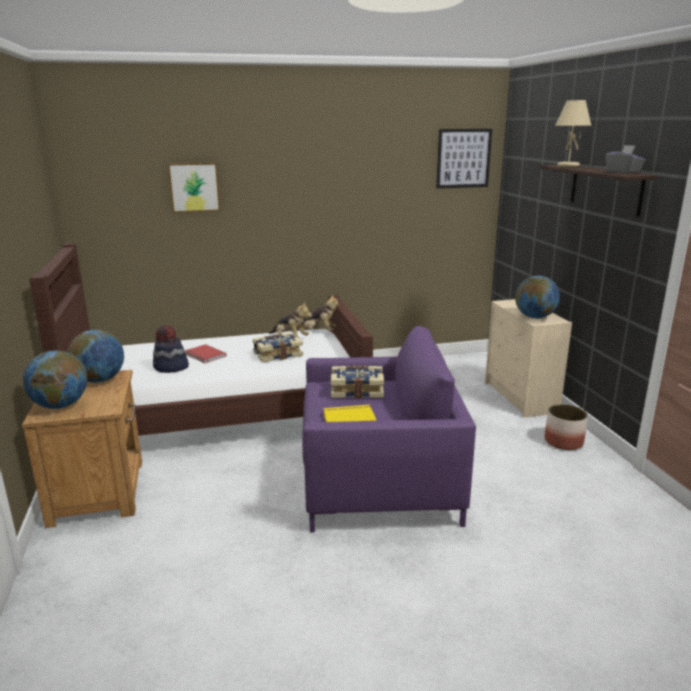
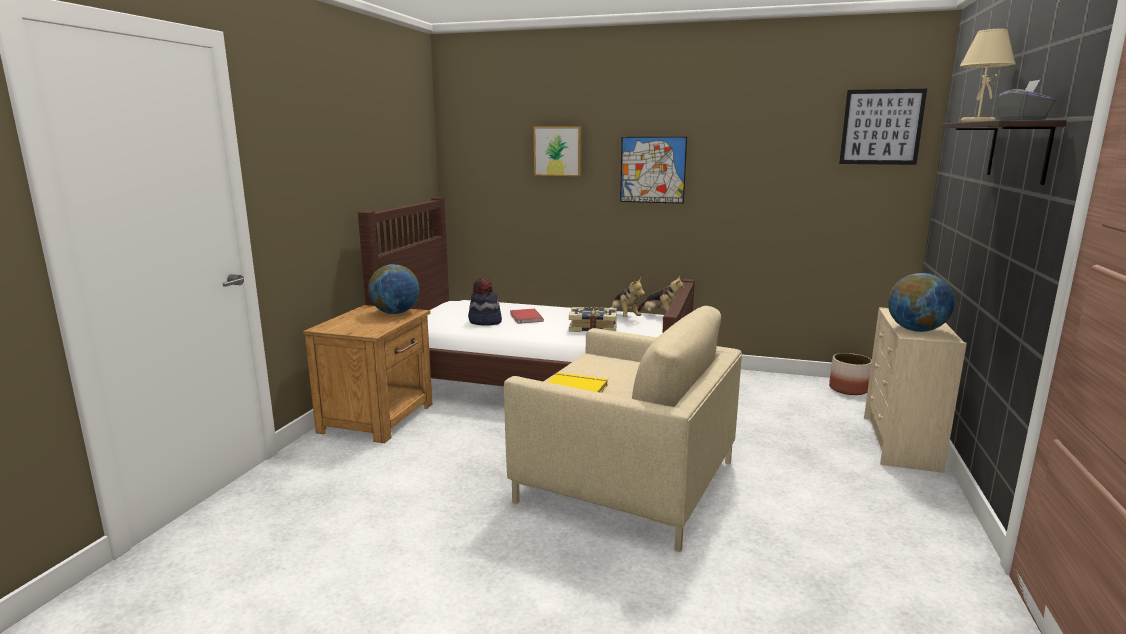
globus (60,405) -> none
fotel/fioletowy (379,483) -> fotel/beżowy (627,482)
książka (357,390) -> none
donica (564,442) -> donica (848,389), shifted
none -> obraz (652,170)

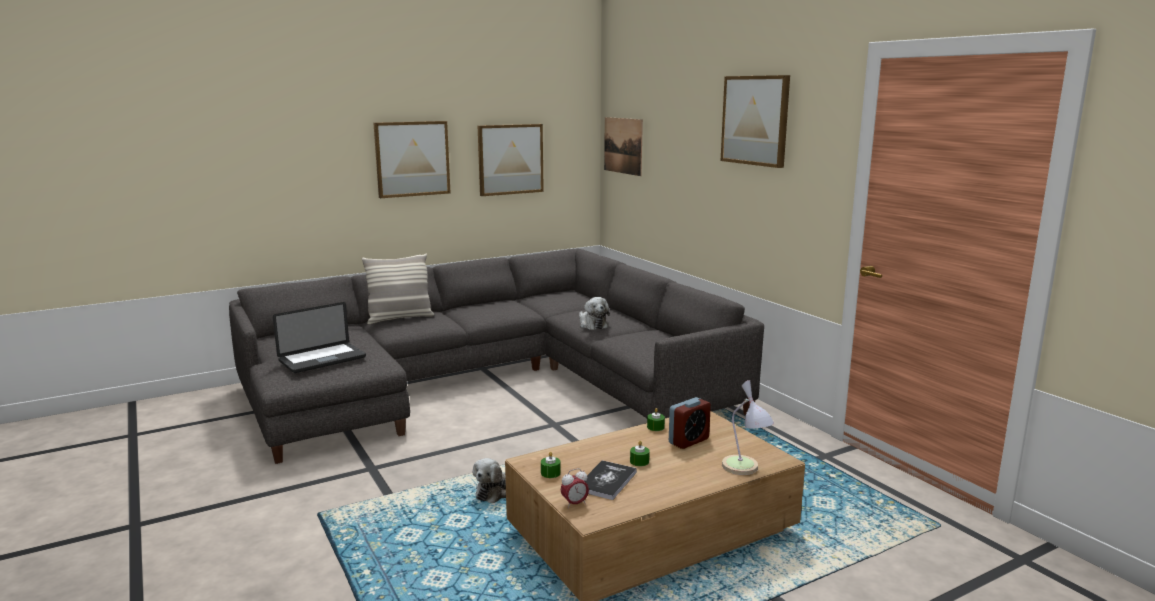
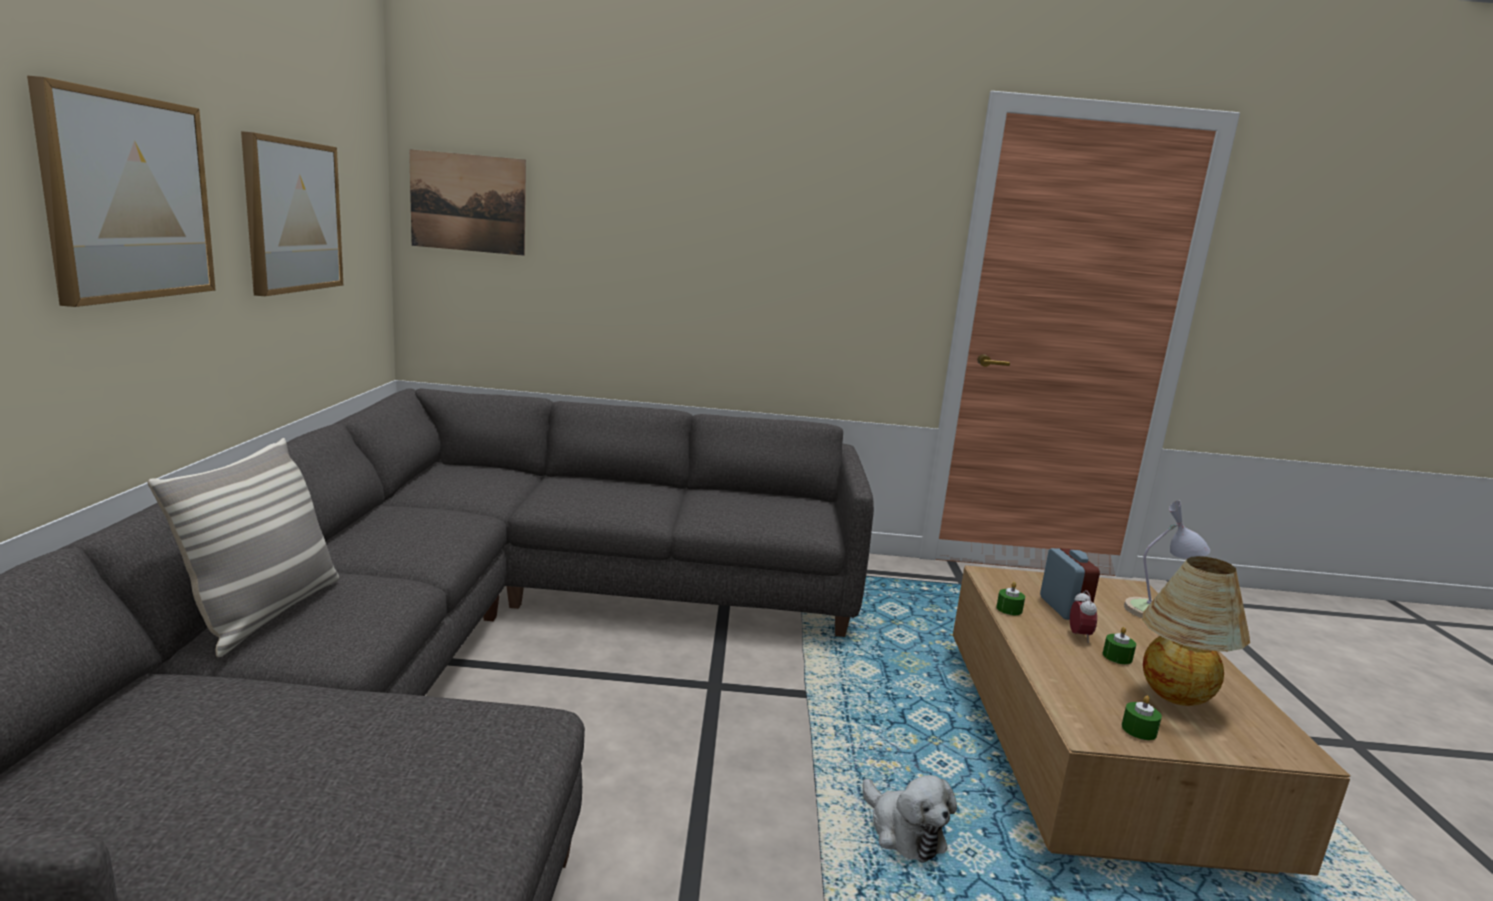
laptop (322,359) -> none
budzik (574,504) -> budzik (1079,636), shifted
pluszak (592,325) -> none
książka (606,481) -> lampa stołowa (1176,699)
obraz (755,120) -> none

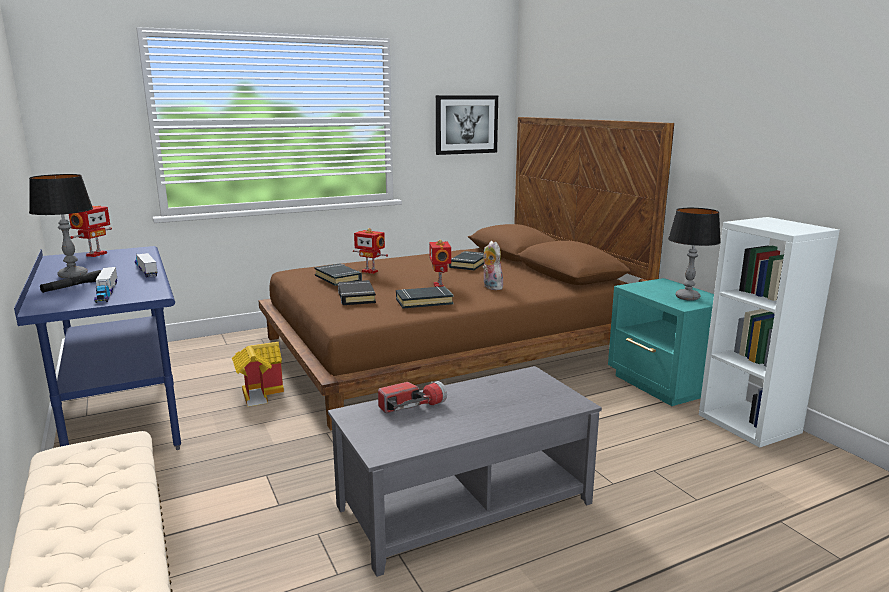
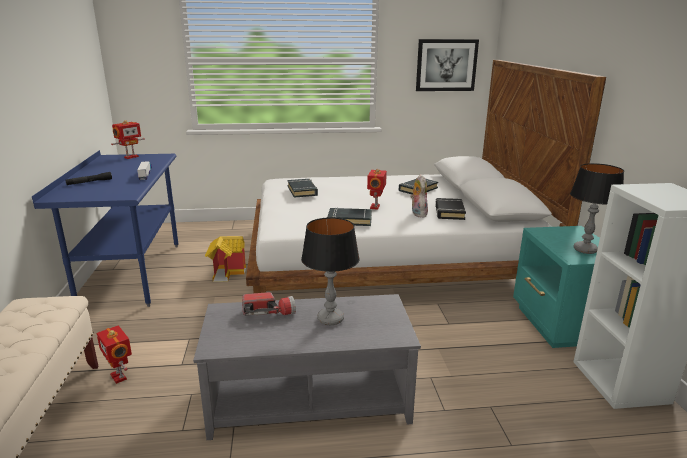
lampa stołowa (73,275) -> lampa stołowa (330,319), shifted
ciężarówka zabawkowa (107,292) -> none
łóżko/brązowy (447,348) -> łóżko/biały (389,258)
książka/czarny (356,297) -> książka/czarny (449,212), shifted
robot zabawkowy (370,271) -> robot zabawkowy (120,376), shifted

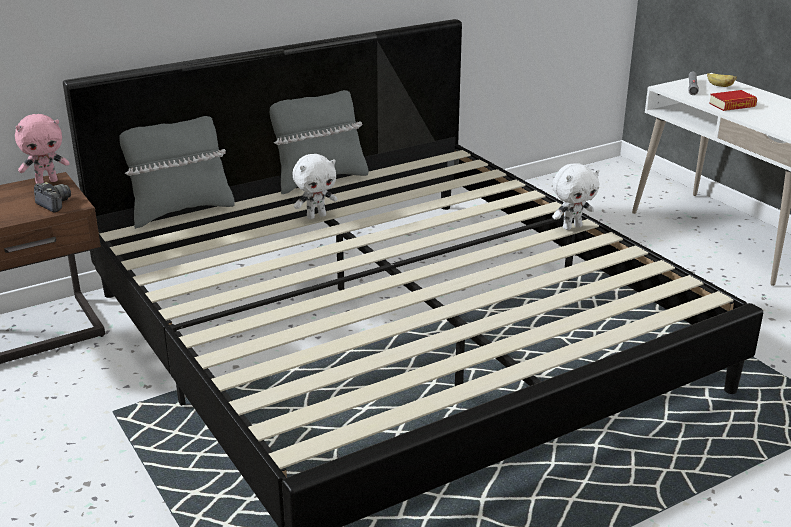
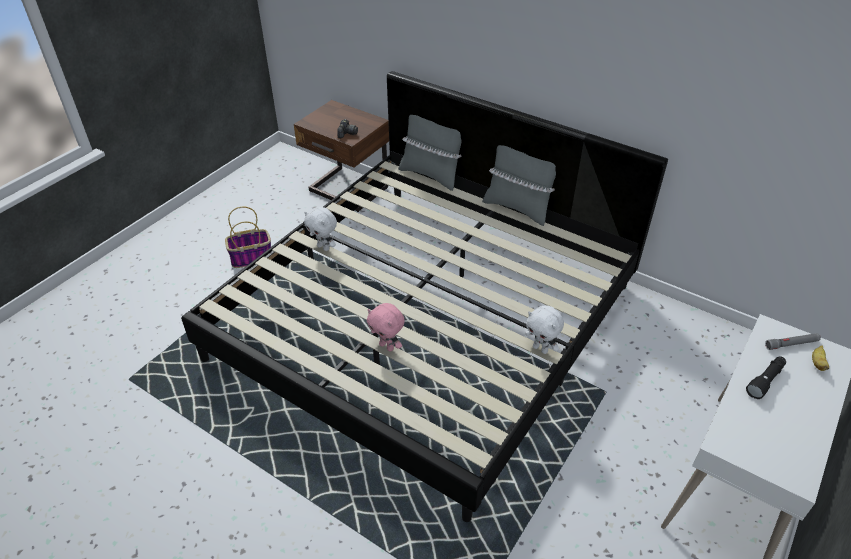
pluszak/różowy (47,181) -> pluszak/różowy (387,346), shifted
pluszak/biały (316,216) -> pluszak/biały (324,247), shifted
książka (732,105) -> latarka/czarny (765,380)
none -> koszyk (252,258)

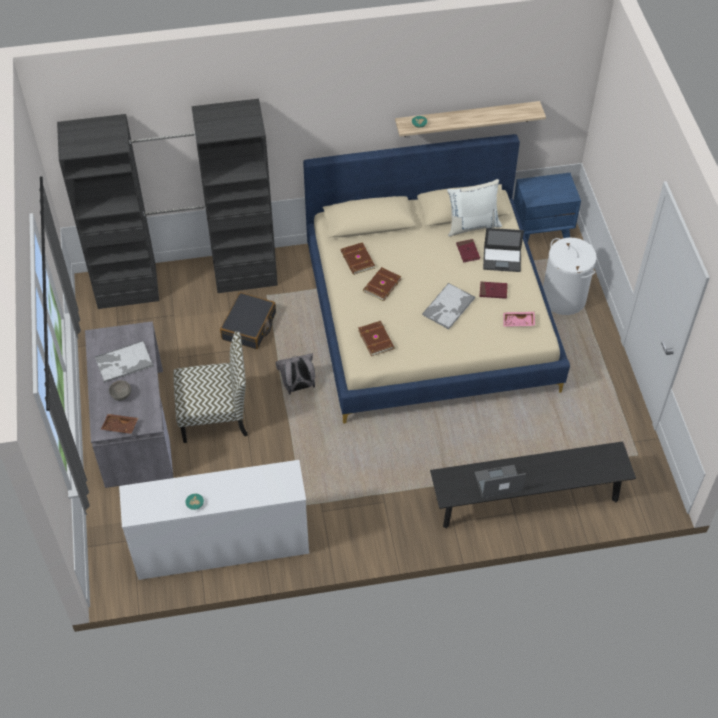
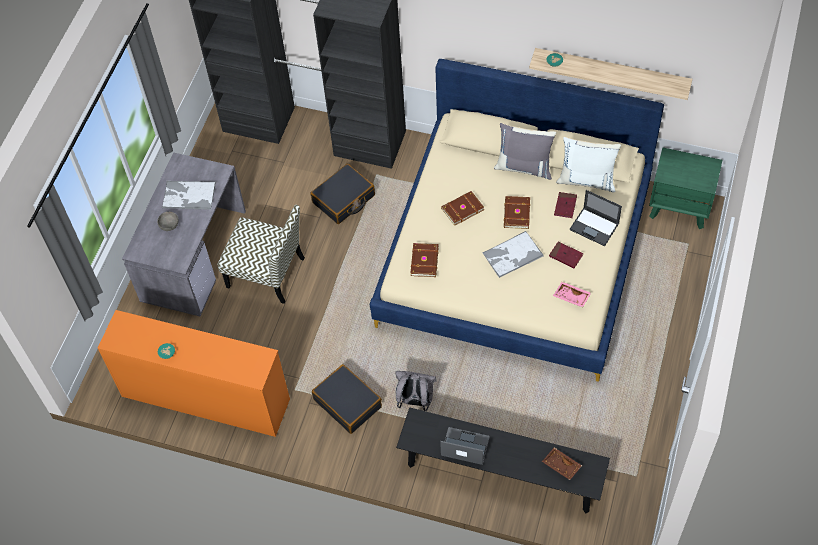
taca/brązowy (120,427) -> taca/brązowy (561,466), shifted
komoda/biały (221,547) -> komoda/pomarańczowy (205,397)
plecak/szary (298,387) -> plecak/szary (415,401), shifted
książka/brązowy (357,260) -> książka/brązowy (516,214), shifted
szafka nocna/niebieski (542,230) -> szafka nocna/zielony (680,207)
kosz na pranie/biały (564,298) -> none
none -> walizka/czarny (348,403)
none -> poduszka/szary (524,166)

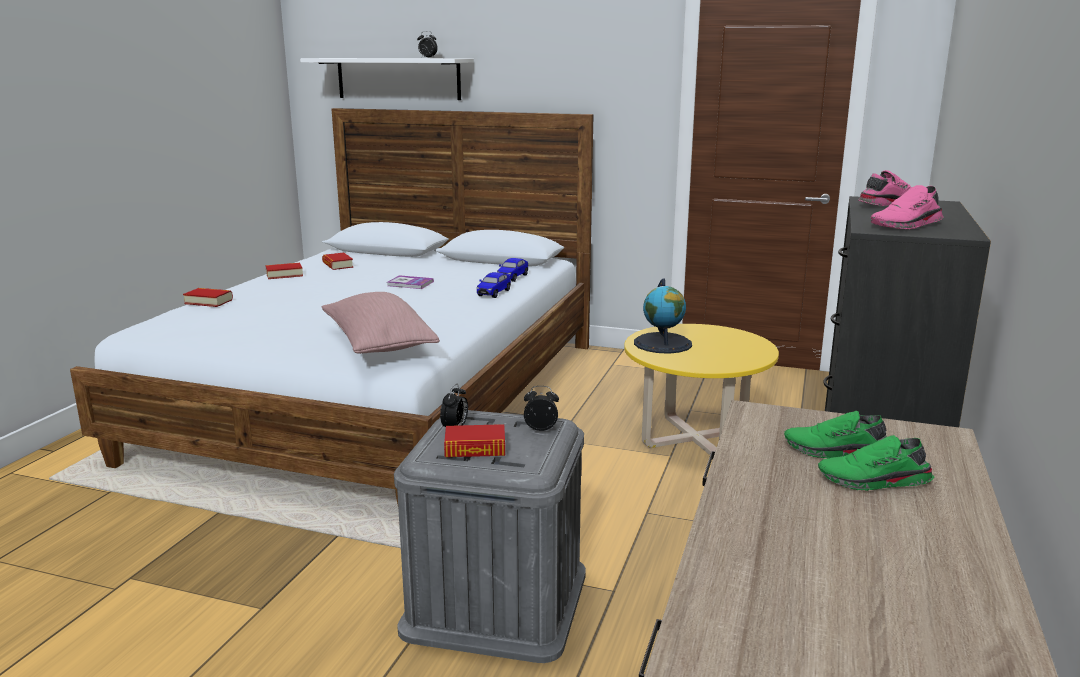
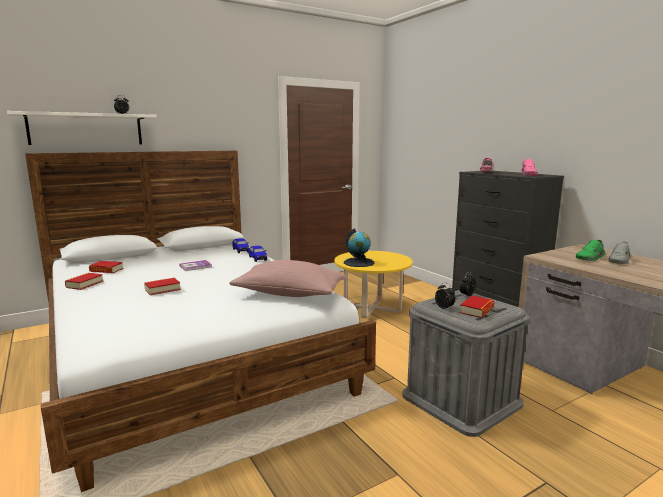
książka (208,301) -> książka (162,289), shifted
but/zielony (874,482) -> but/szary (620,261)

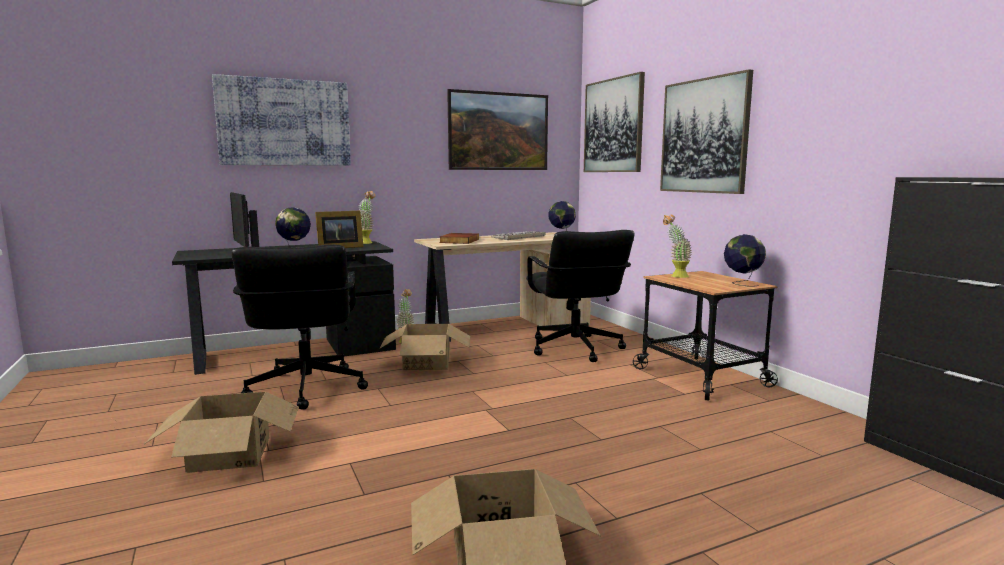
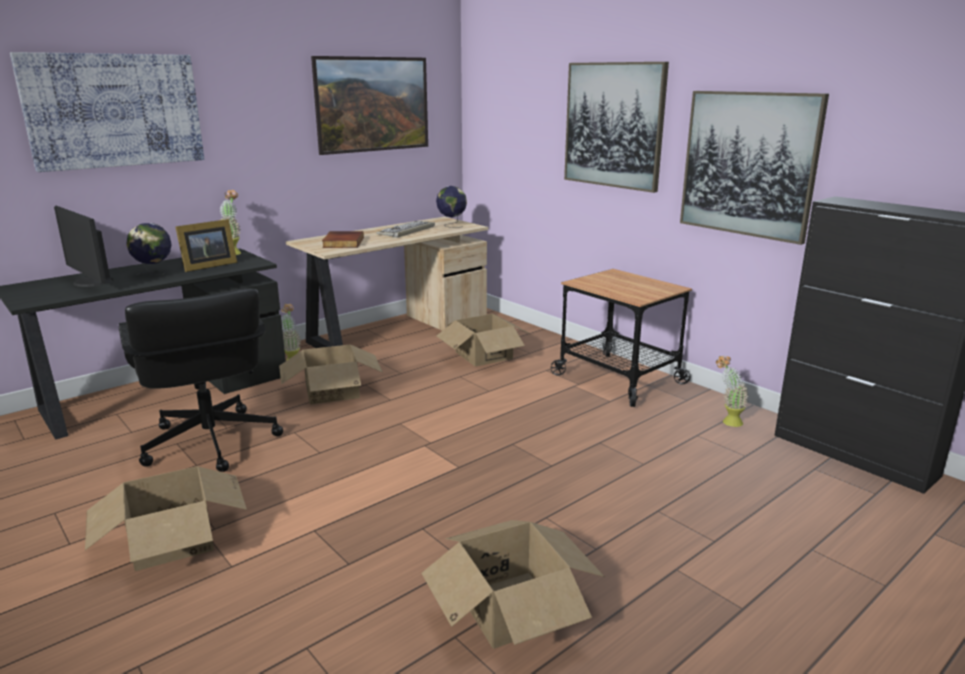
krzesło biurowe/czarny (574,349) -> karton (483,355)
obraz (613,126) -> obraz (748,164), shifted
roślina doniczkowa (675,276) -> roślina doniczkowa (727,422), shifted
globus (742,283) -> none

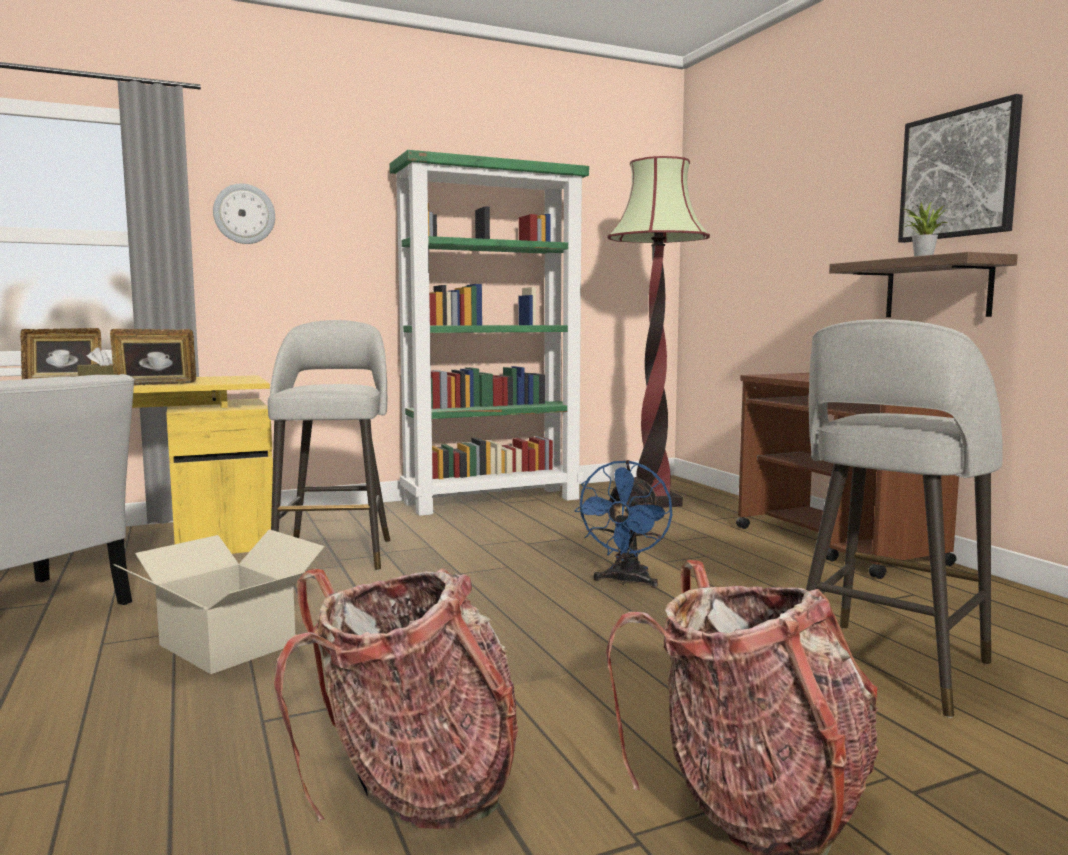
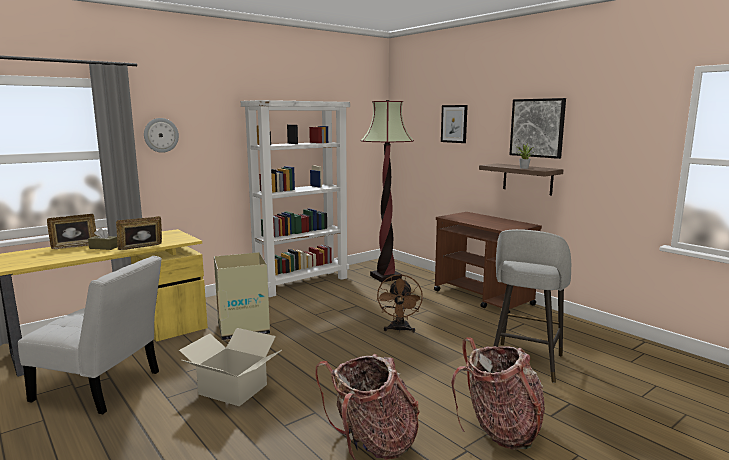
stołek/szary (335,554) -> karton (243,328)
regał/zielony (493,500) -> regał/biały (302,283)
wentylator/niebieski (626,581) -> wentylator/brązowy (399,330)
none -> obraz (454,124)

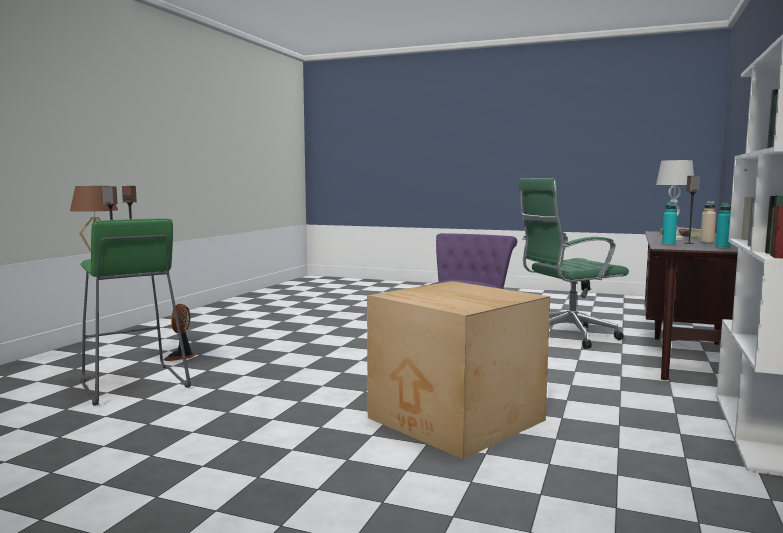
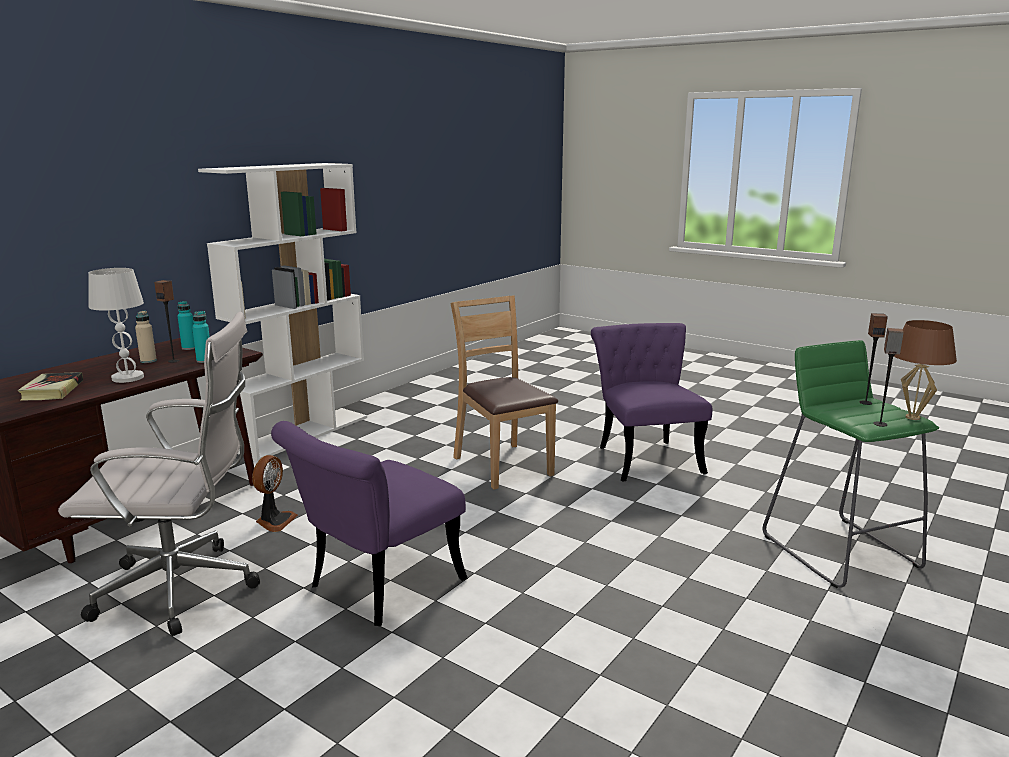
wentylator (181,357) -> wentylator (274,521), shifted
karton (456,420) -> krzesło/brązowy (503,465)
krzesło biurowe/zielony (566,336) -> krzesło biurowe/biały (184,589)
none -> krzesło/fioletowy (645,457)

